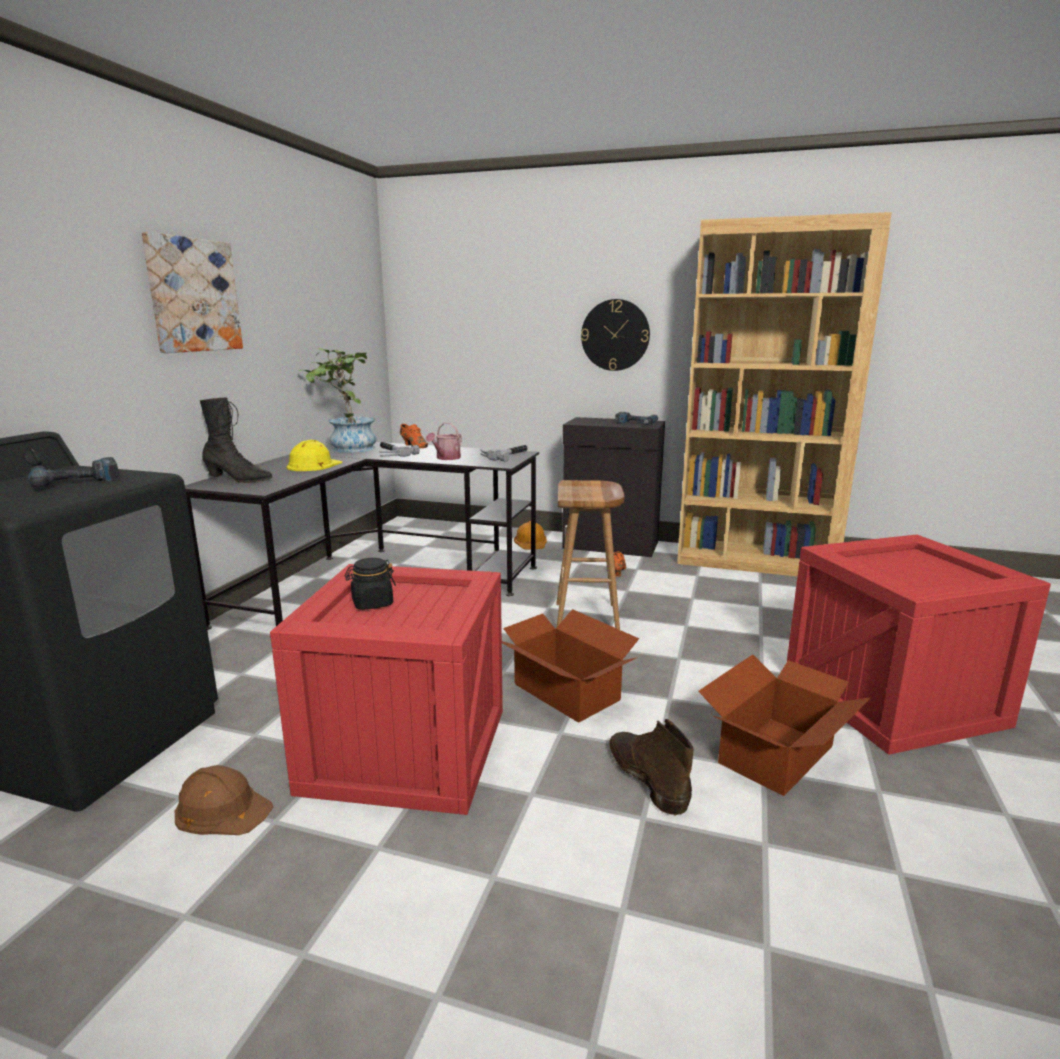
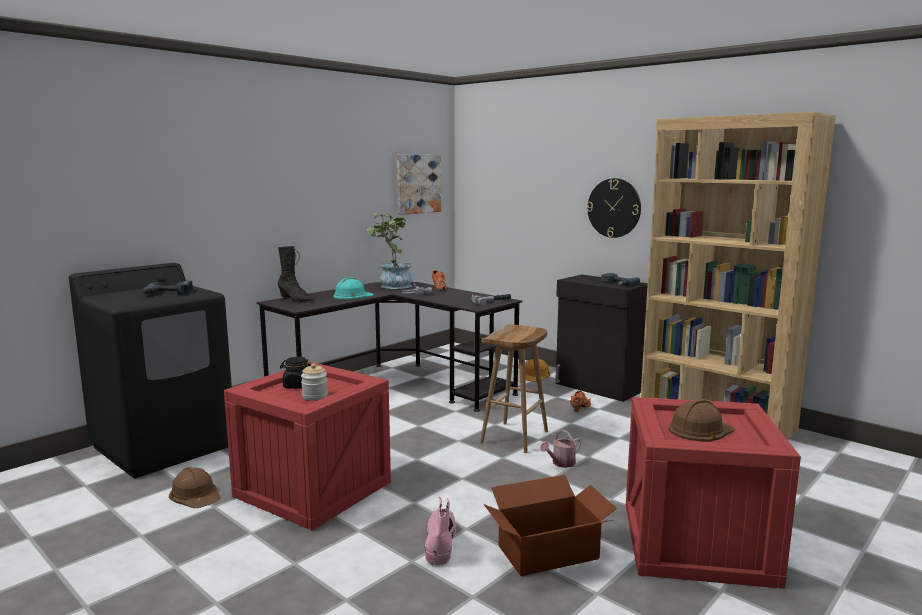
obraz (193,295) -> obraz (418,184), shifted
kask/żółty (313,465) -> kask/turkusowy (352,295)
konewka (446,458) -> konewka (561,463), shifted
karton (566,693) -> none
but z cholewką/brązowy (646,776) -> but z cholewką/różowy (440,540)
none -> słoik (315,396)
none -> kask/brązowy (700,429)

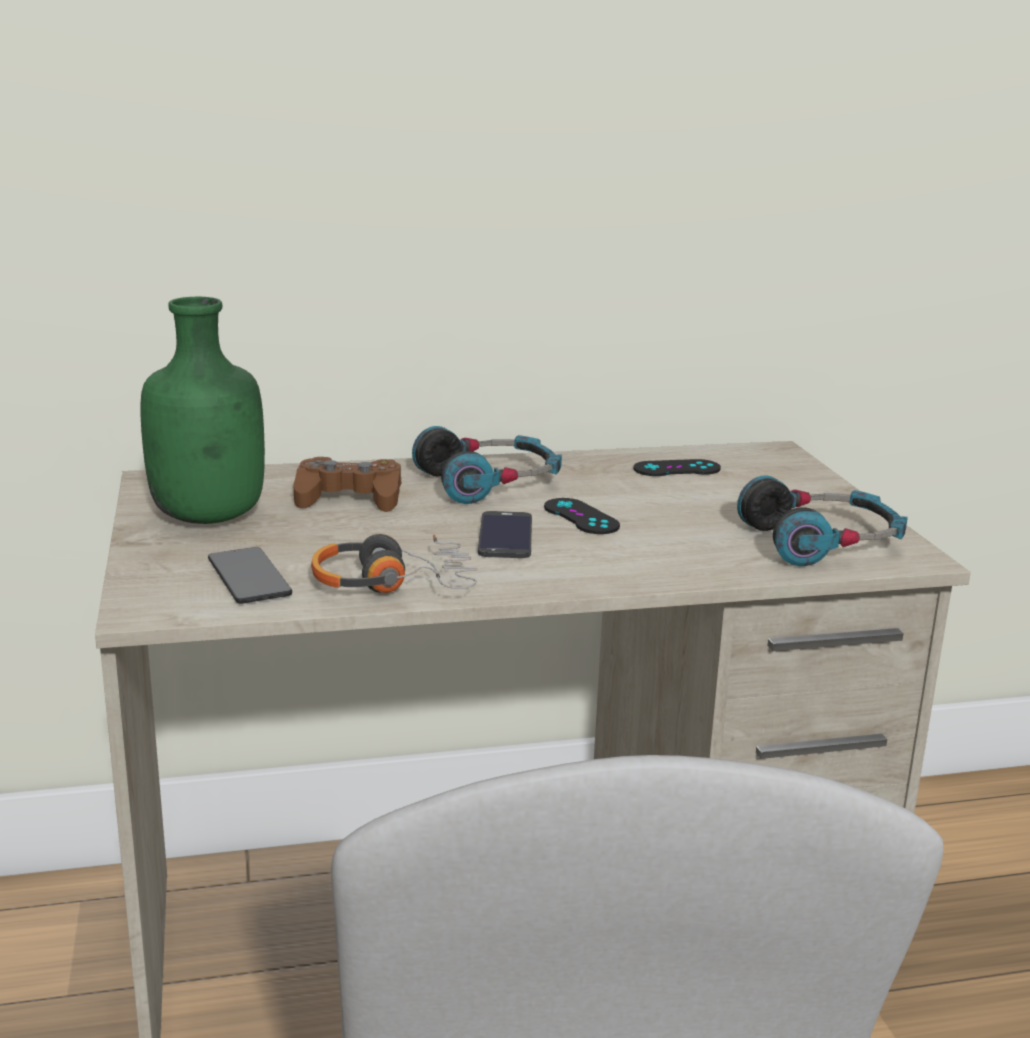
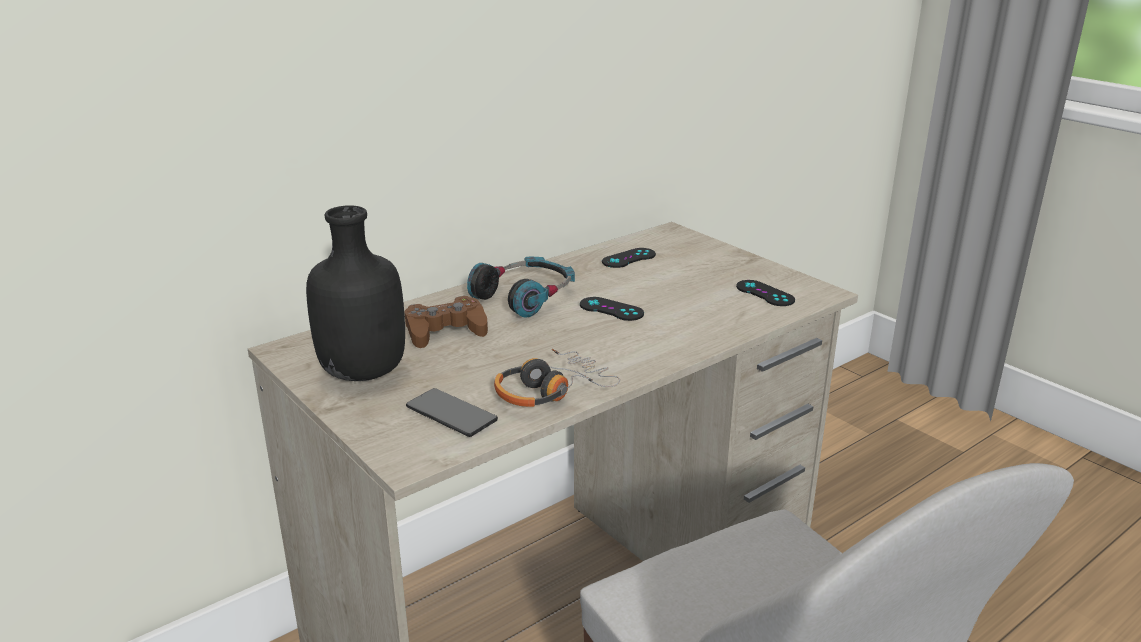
butelka/zielony (211,516) -> butelka/czarny (365,371)
telefon (505,536) -> none
słuchawki (822,542) -> pad do gier/czarny (765,293)

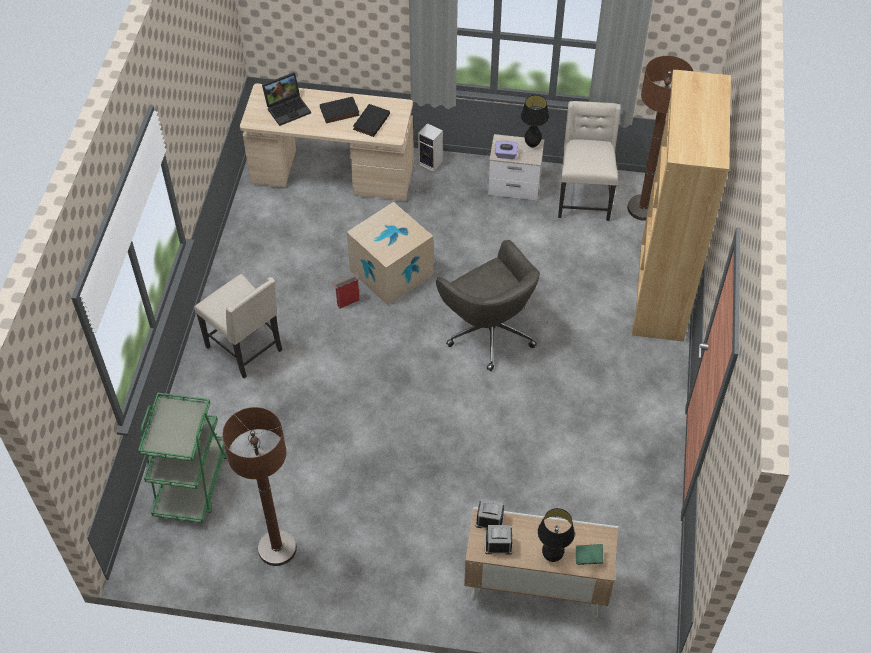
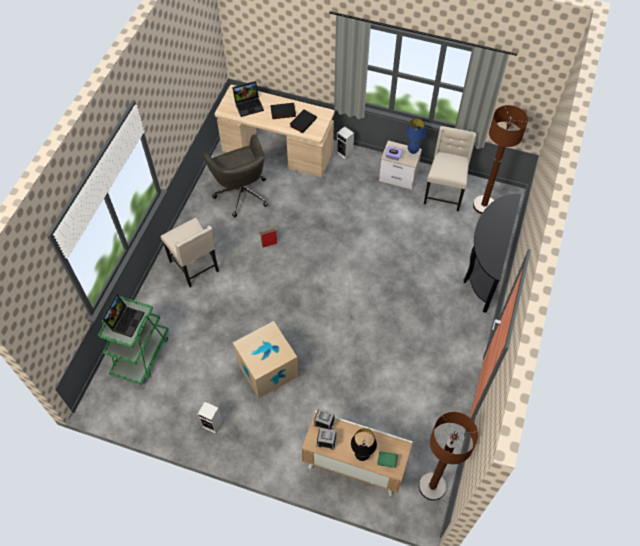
lampa stojąca/brązowy (277,548) -> lampa stojąca/brązowy (432,486), shifted
karton (391,272) -> karton (267,369), shifted
krzesło biurowe/szary (489,331) -> krzesło biurowe/szary (241,192), shifted
lampa stołowa/czarny (532,144) -> lampa stołowa/niebieski (412,151)
regał/brązowy (660,293) -> stolik konsolowy/czarny (483,268)
none -> laptop (125,320)
none -> głośnik (213,424)

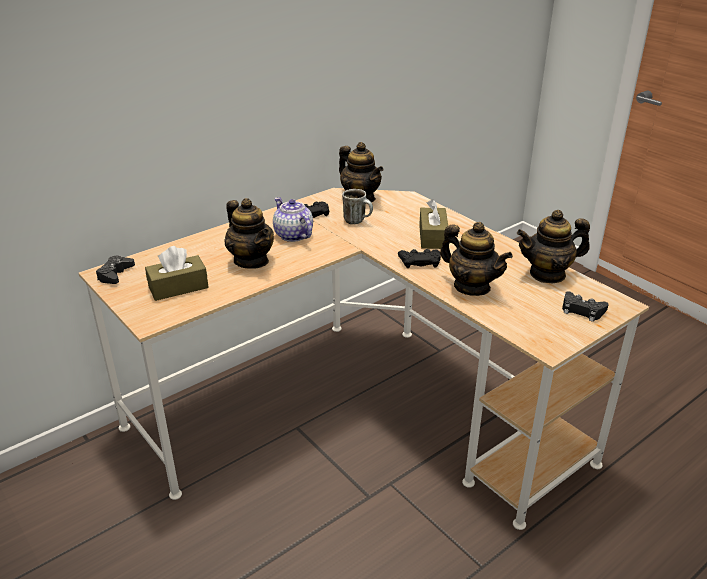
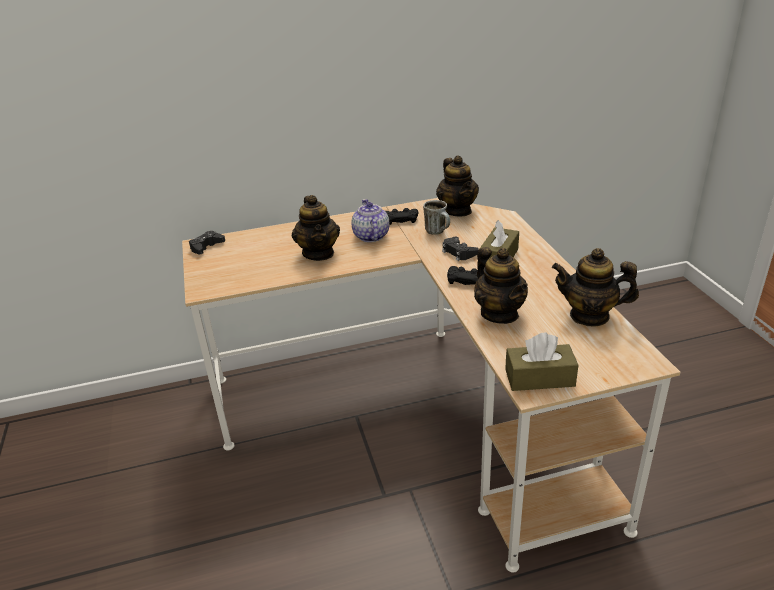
pudełko chusteczek/brązowy (178,287) -> pudełko chusteczek/brązowy (539,378), shifted
pad do gier/czarny (582,310) -> pad do gier/czarny (458,252), shifted

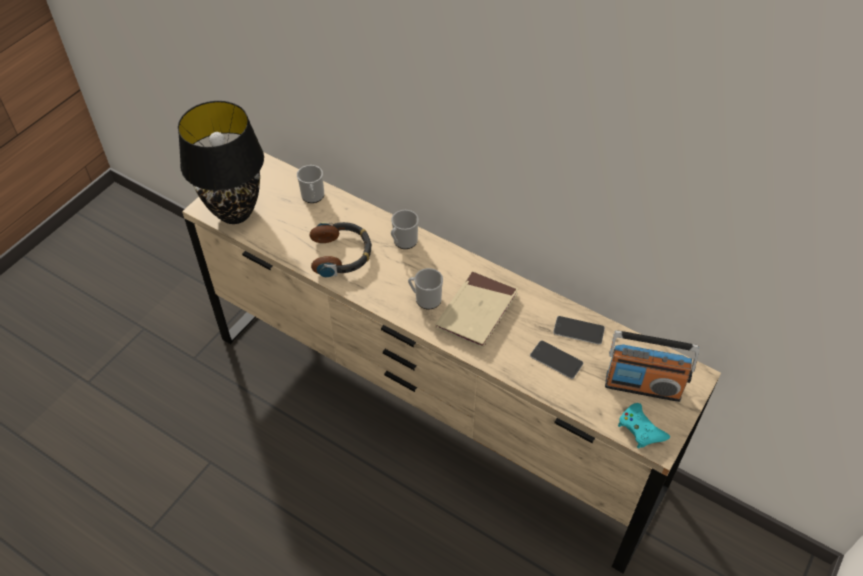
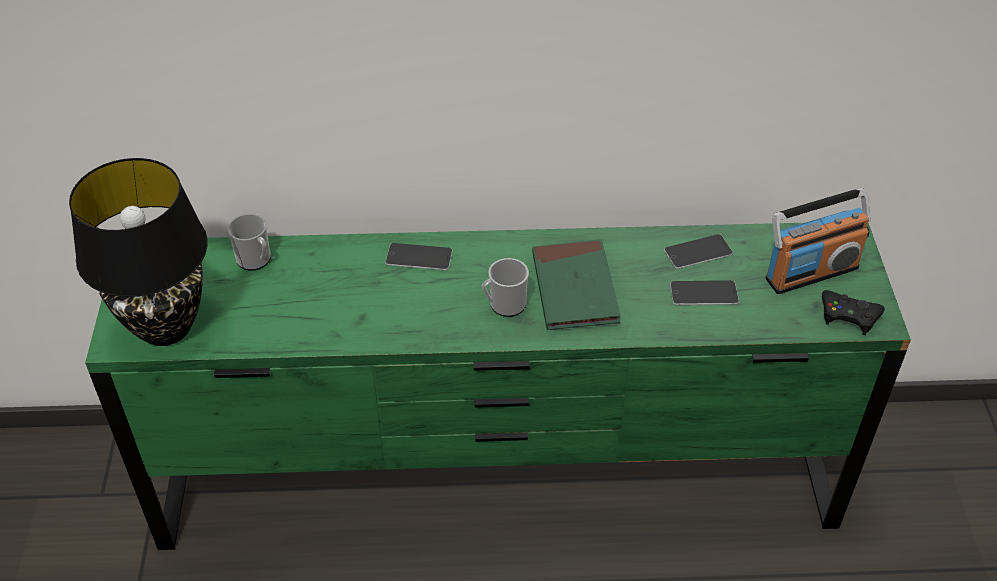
komoda/beżowy (431,410) -> komoda/zielony (498,480)
słuchawki (341,254) -> none
kubek (403,242) -> telefon (419,257)
książka/beżowy (477,312) -> książka/zielony (574,289)
pad do gier/turkusowy (640,429) -> pad do gier/czarny (849,315)

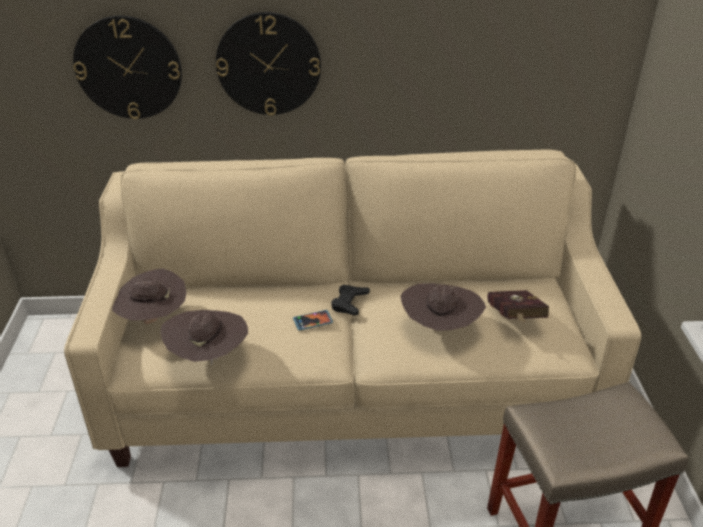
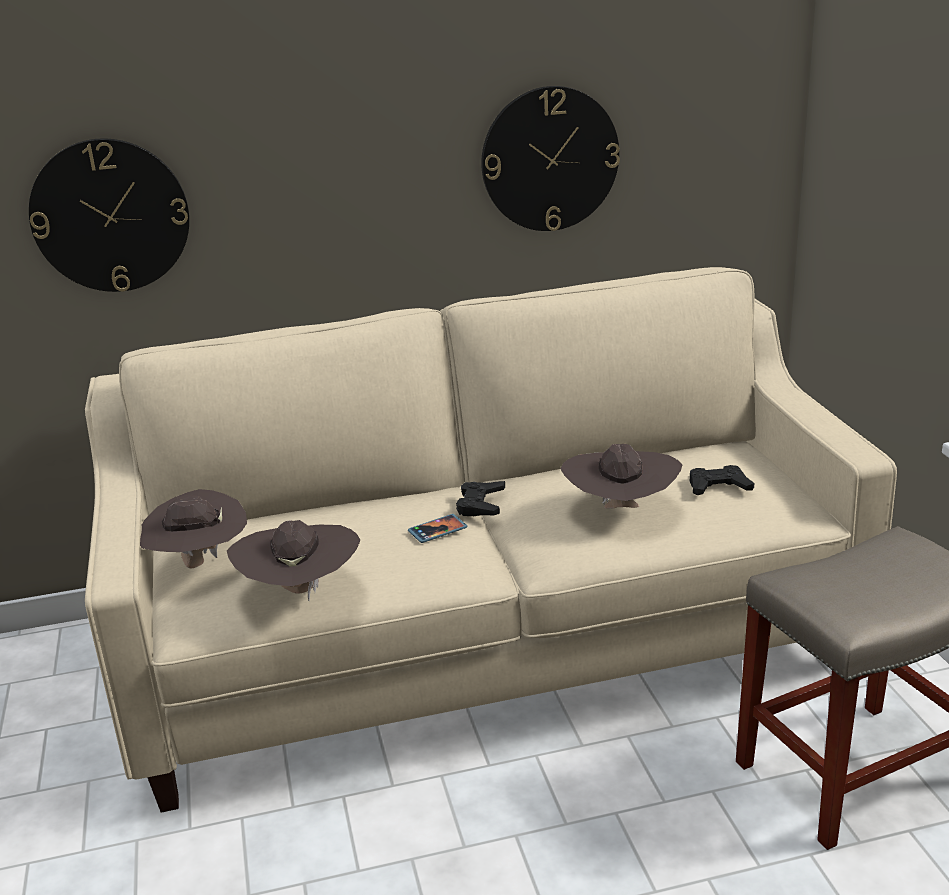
zegar ścienny (268,64) -> zegar ścienny (550,159), shifted
książka/czerwony (515,319) -> pad do gier/czarny (718,487)

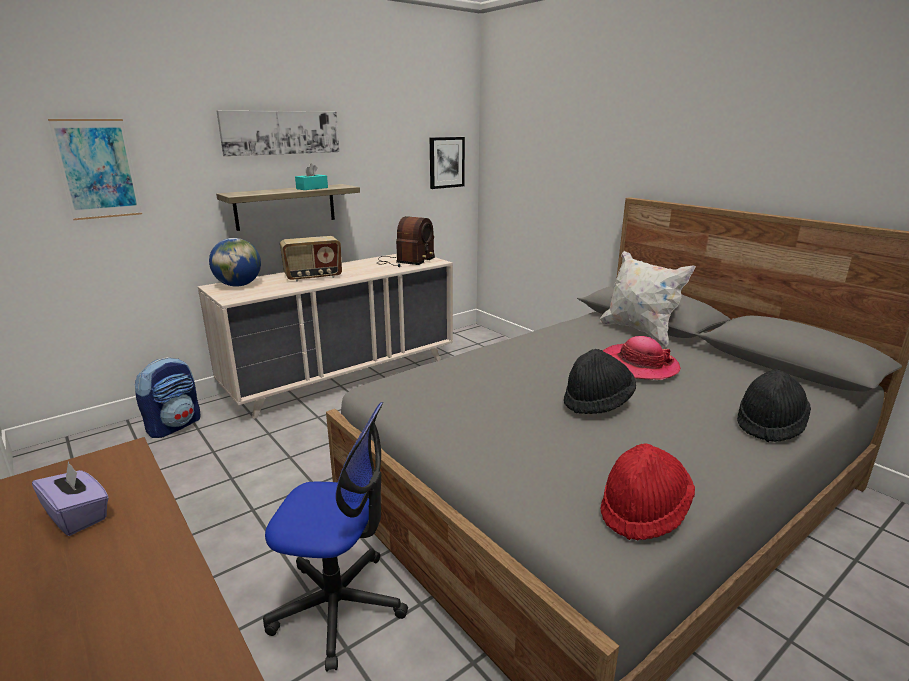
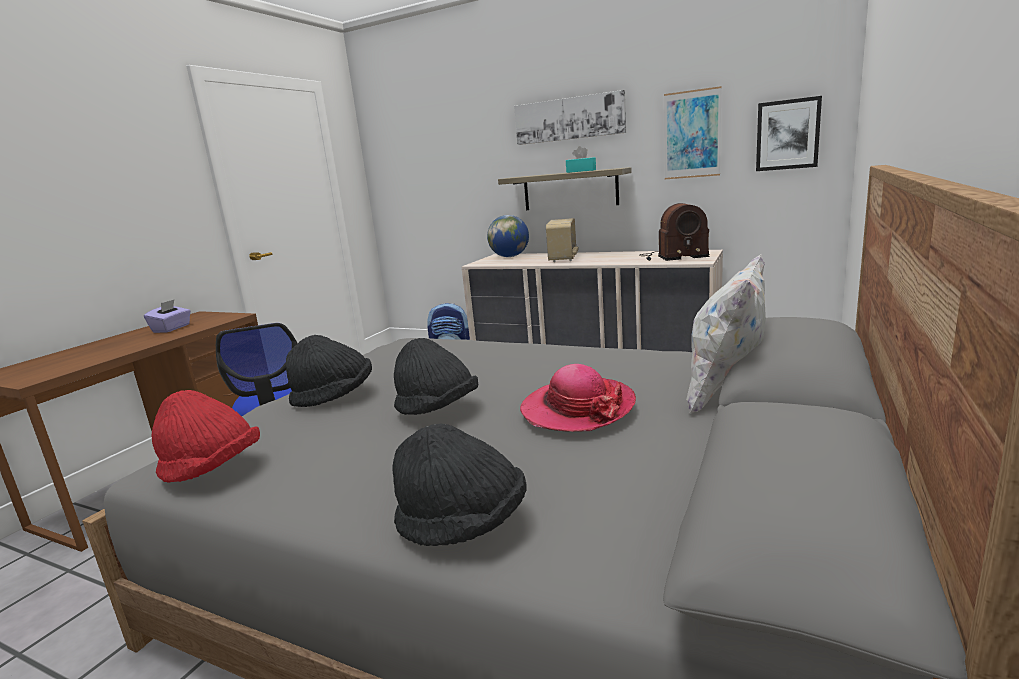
obraz (97,169) -> obraz (692,134), shifted
radio (313,277) -> radio (563,258), 120 degrees counterclockwise
none -> kapelusz/czarny (334,397)

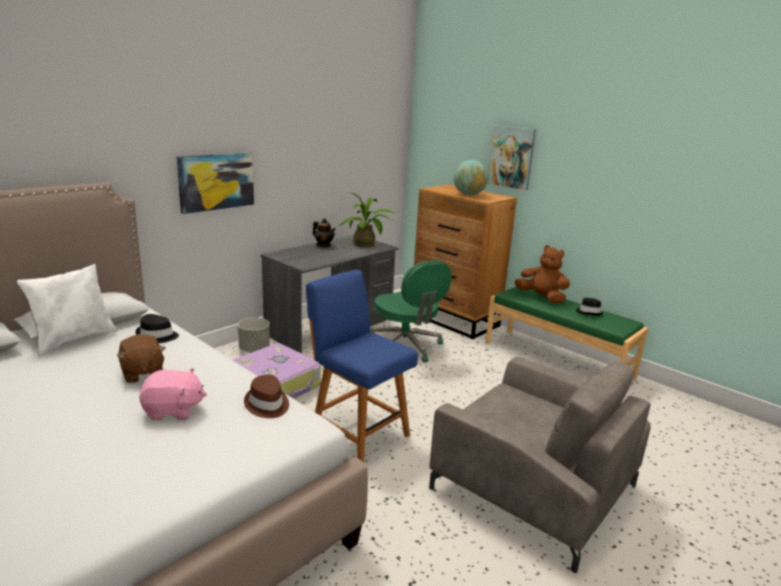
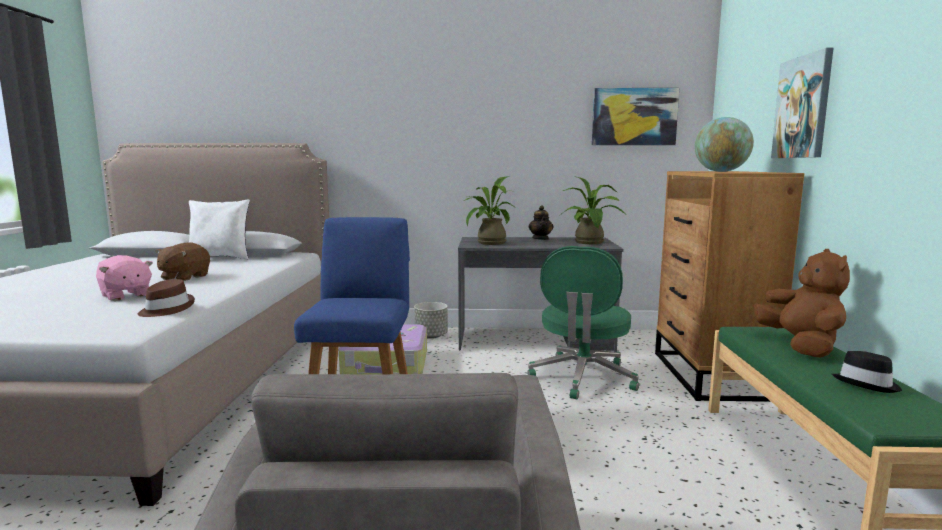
kapelusz/czarny (157,336) -> none
obraz (216,181) -> obraz (634,117), shifted
none -> roślina doniczkowa (488,243)

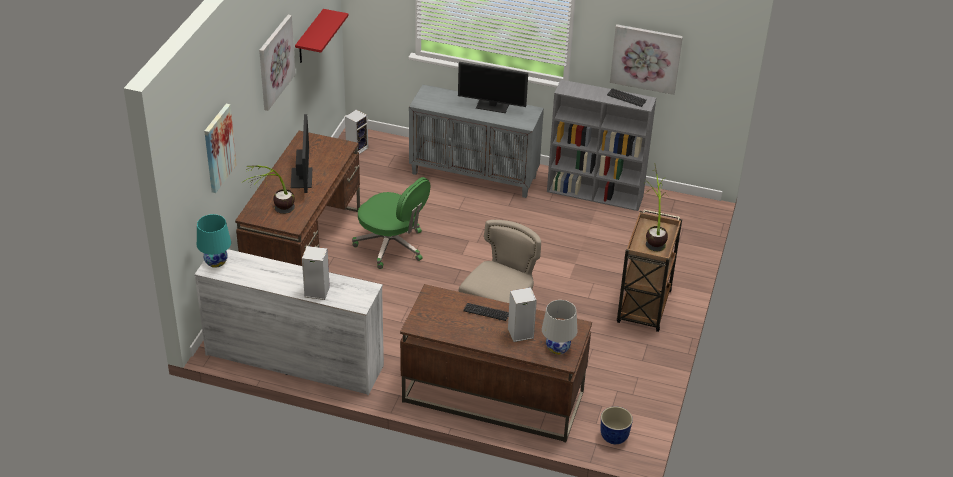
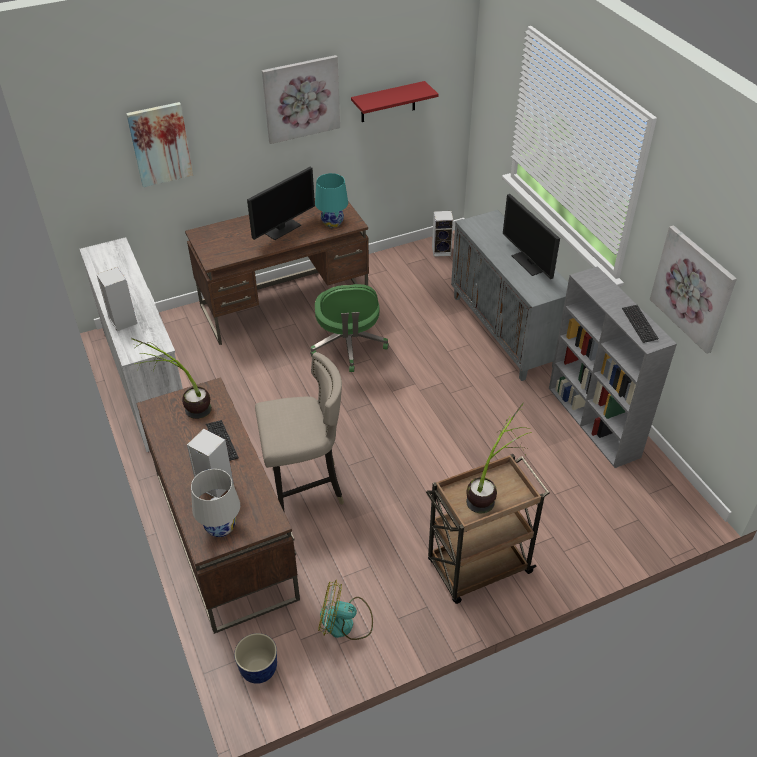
lampa stołowa/turkusowy (216,261) -> lampa stołowa/turkusowy (332,222), shifted
roślina doniczkowa (273,212) -> roślina doniczkowa (182,407), shifted
none -> wentylator (345,623)

